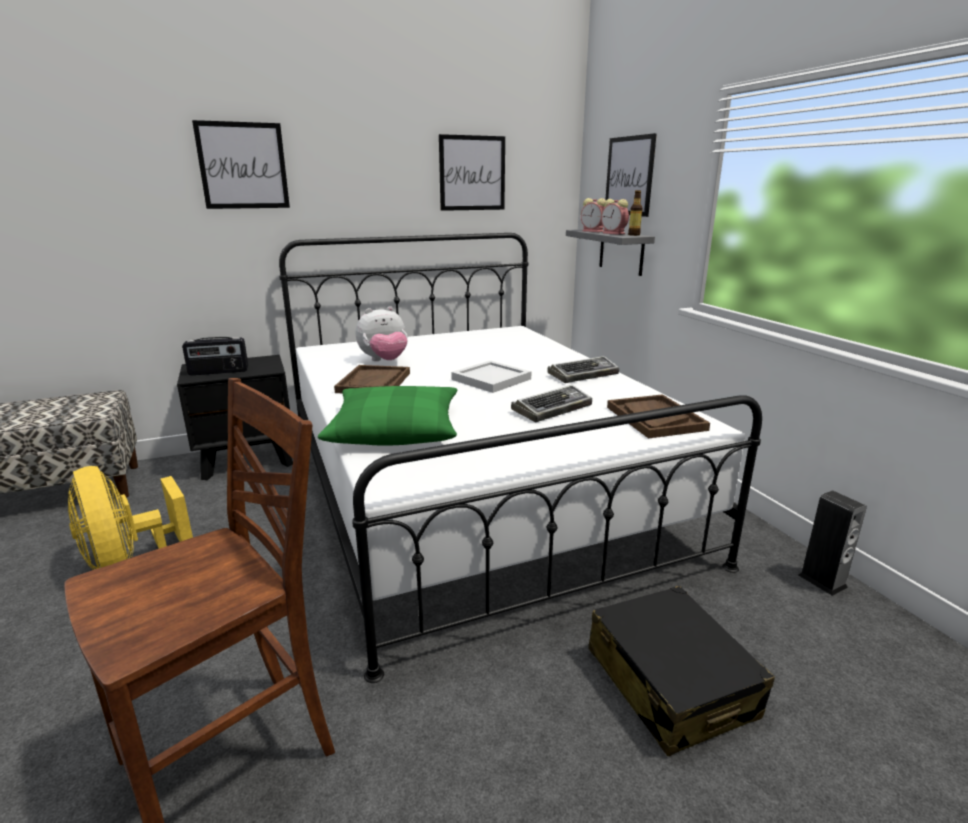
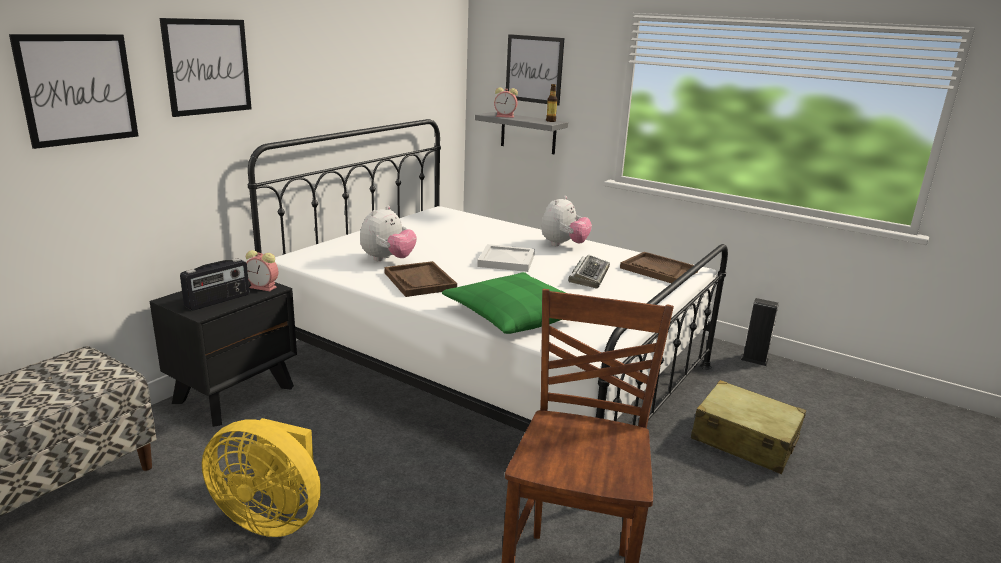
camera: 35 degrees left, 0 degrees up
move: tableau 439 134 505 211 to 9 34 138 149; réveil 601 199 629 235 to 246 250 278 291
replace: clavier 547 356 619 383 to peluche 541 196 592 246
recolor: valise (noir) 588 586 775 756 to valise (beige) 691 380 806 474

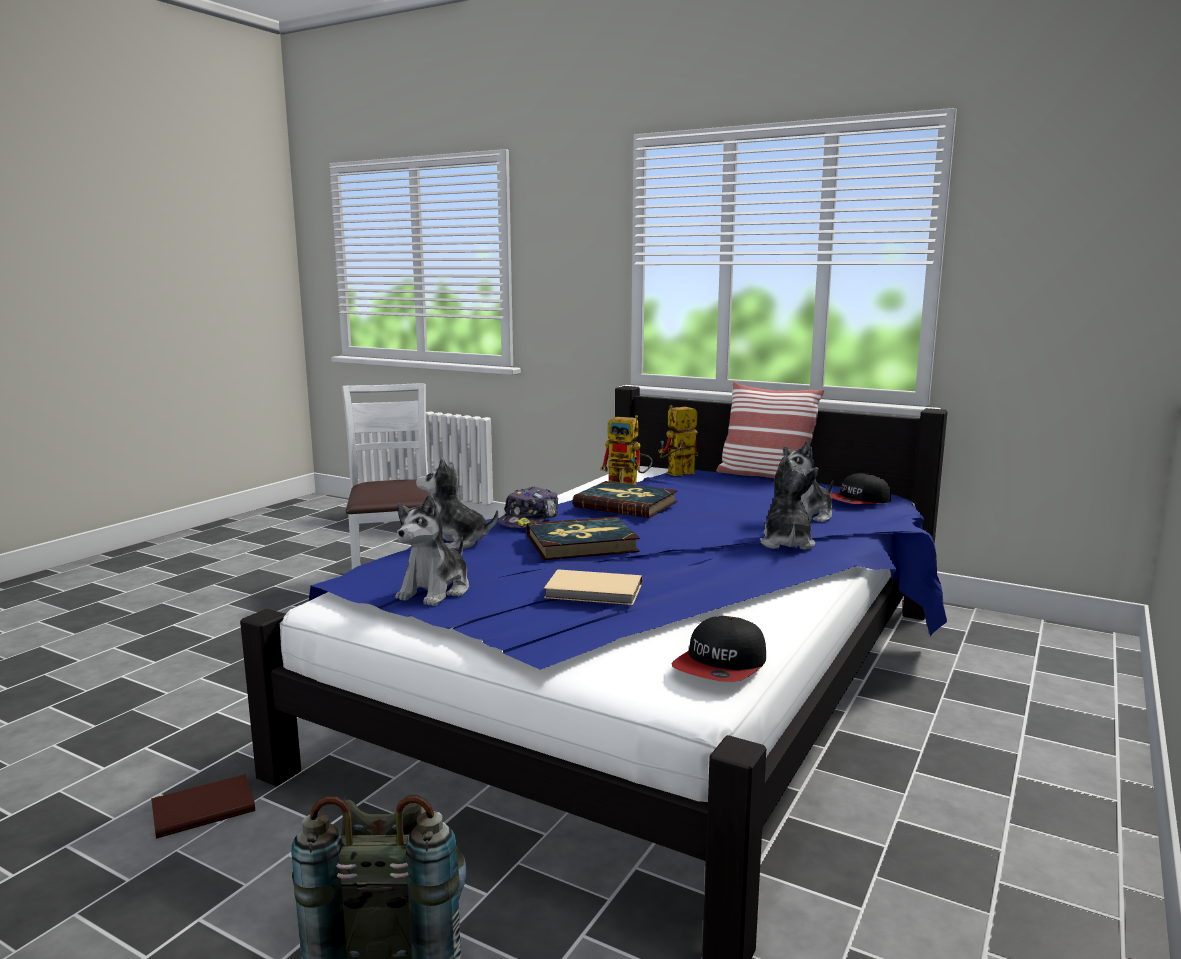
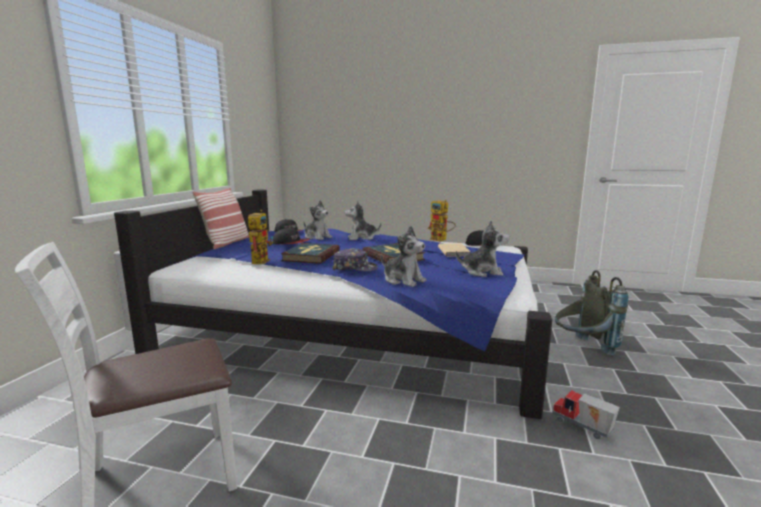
camera: 105 degrees left, 0 degrees up
insert: casquette 272 228 310 244
move: robot jouet 658 405 698 476 to 428 199 456 241
replace: livre (marron) 151 774 255 839 to camion jouet 552 390 620 439
rotate: peluche 416 457 498 550 = 381 226 427 287 45 degrees counterclockwise

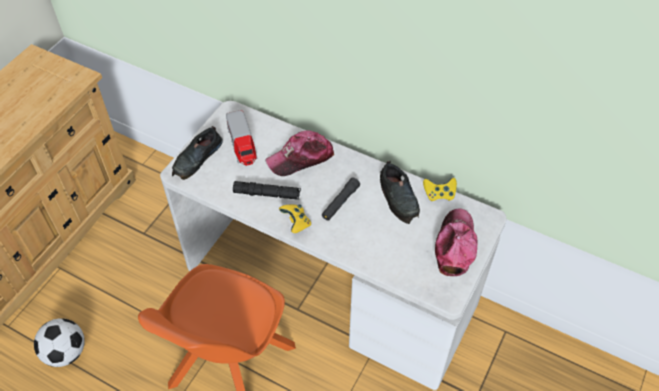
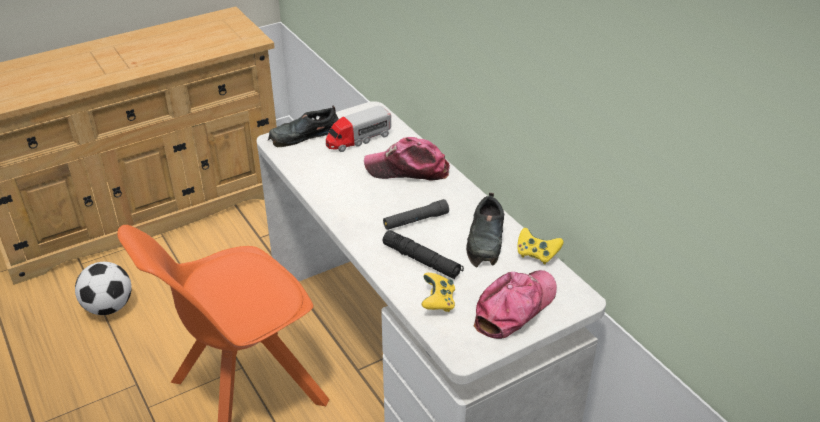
camera: 30 degrees right, 15 degrees down
move: lampe de poche (noir) 233 181 301 200 to 383 230 464 279; manette (jaune) 279 204 311 233 to 421 273 455 312
rotate: camion jouet 226 110 257 166 = 326 106 391 152 45 degrees clockwise

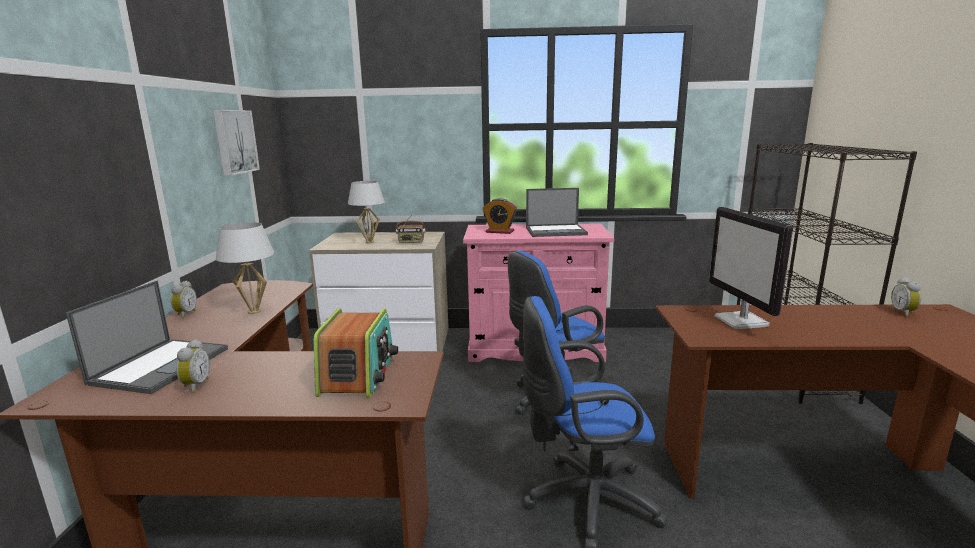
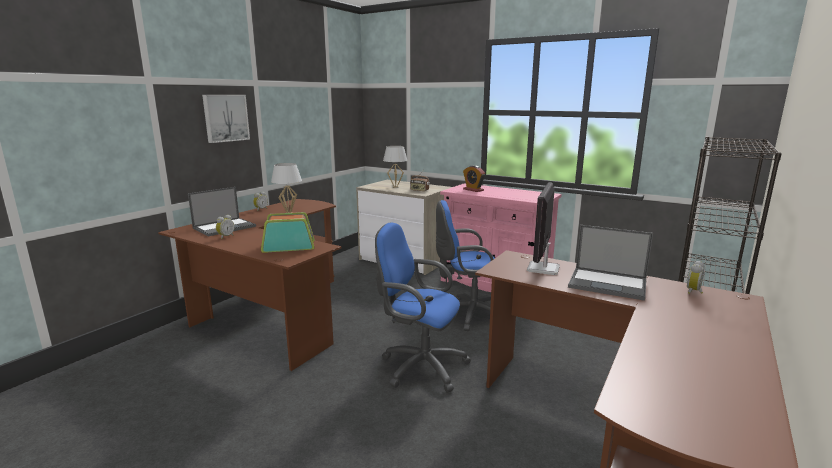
camera: 30 degrees right, 0 degrees up
move: tableau 213 110 260 176 to 202 95 250 143; ordinateur portable 526 188 588 237 to 568 225 653 301
rotate: radio 314 309 398 398 = 261 212 315 253 135 degrees counterclockwise

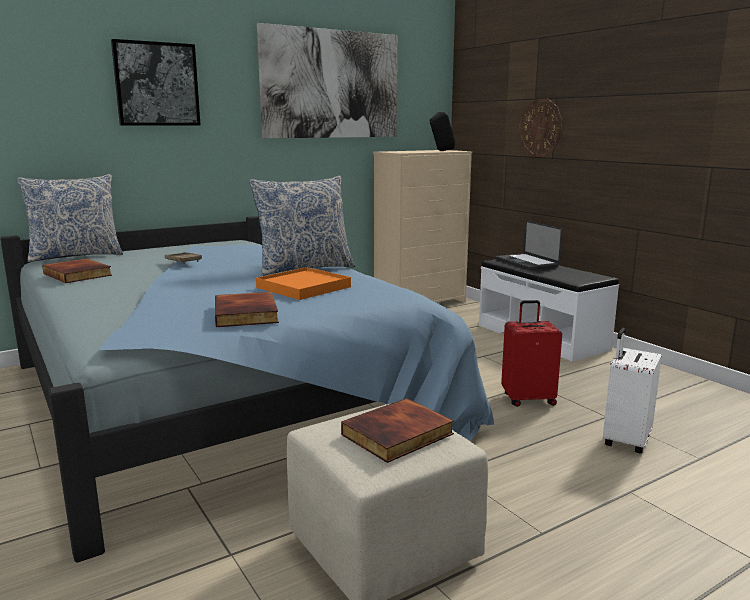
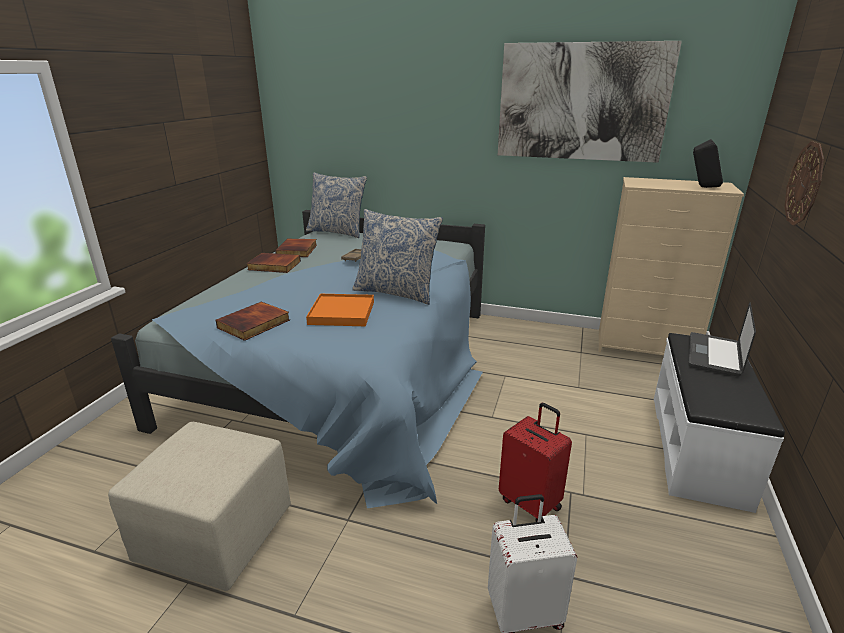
camera: 50 degrees right, 10 degrees up
delete: tableau 111 39 201 126
move: livre 341 398 454 463 to 246 253 301 273

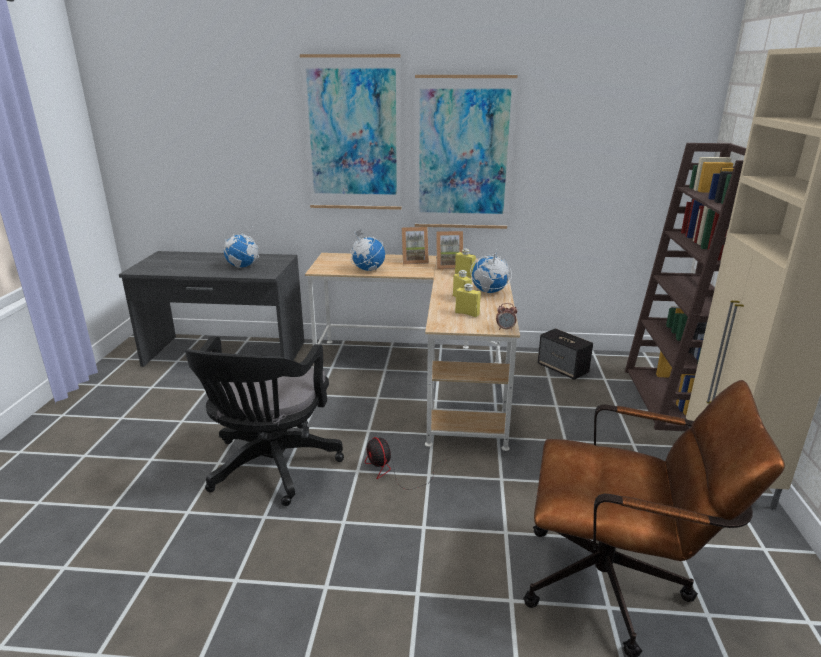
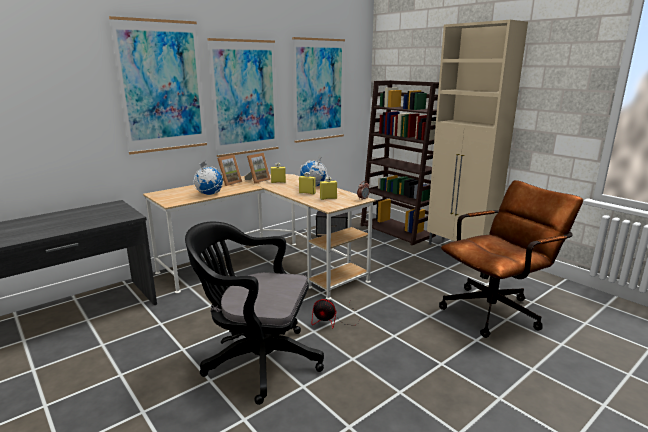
camera: 45 degrees left, 5 degrees down
delete: globe 224 224 259 268
insert: tableau 292 37 345 143
rotate: chaise de bureau (noir) 185 336 344 506 = 185 222 324 405 135 degrees clockwise

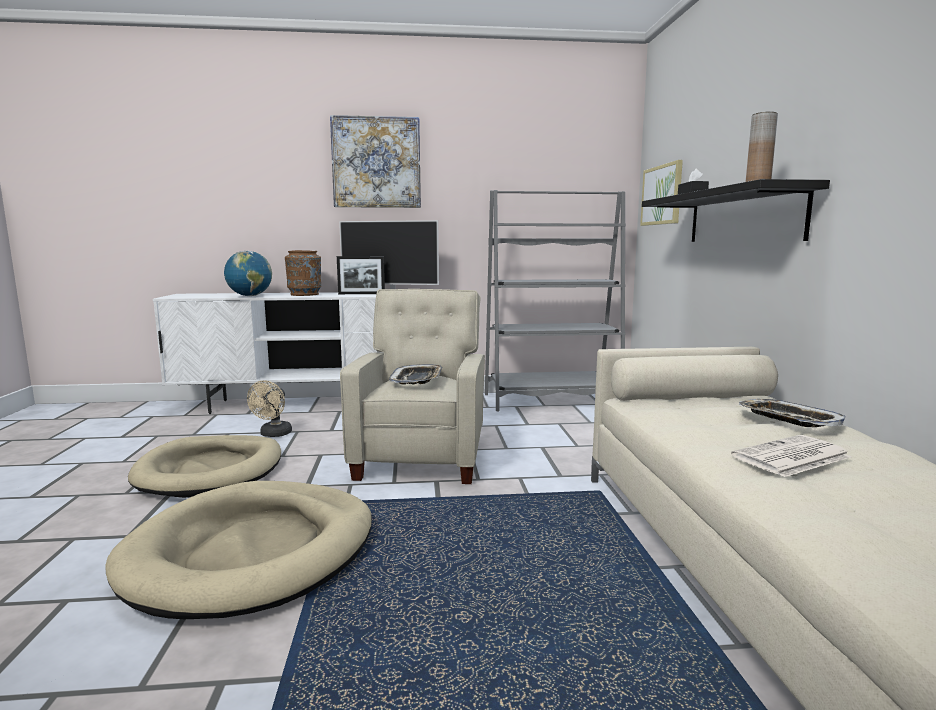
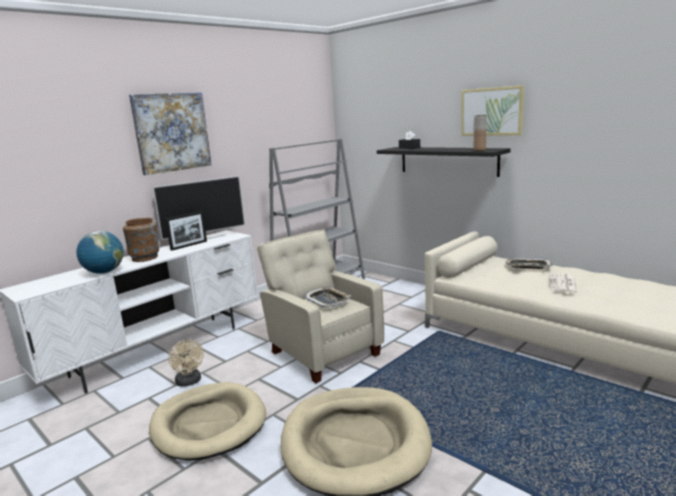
camera: 40 degrees left, 5 degrees up
move: tableau 640 160 683 226 to 461 85 524 136

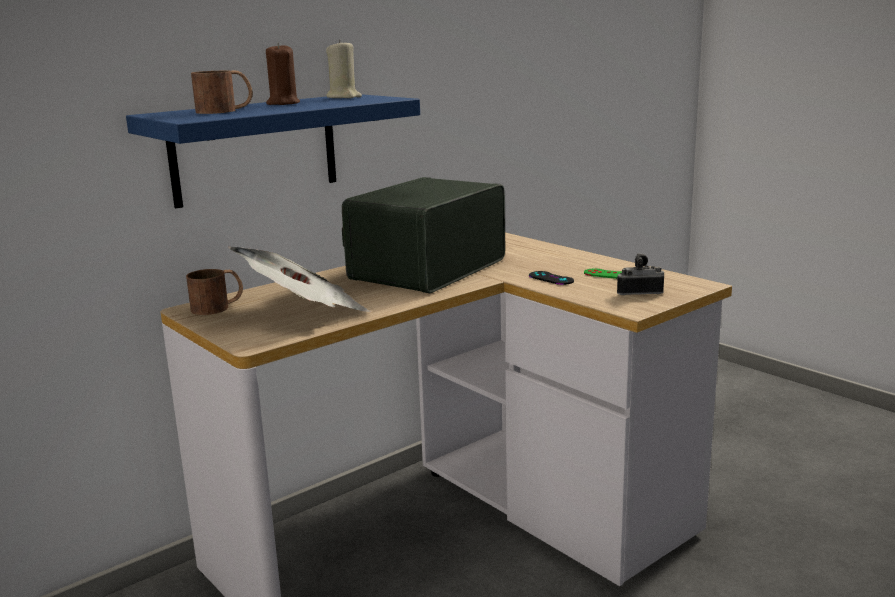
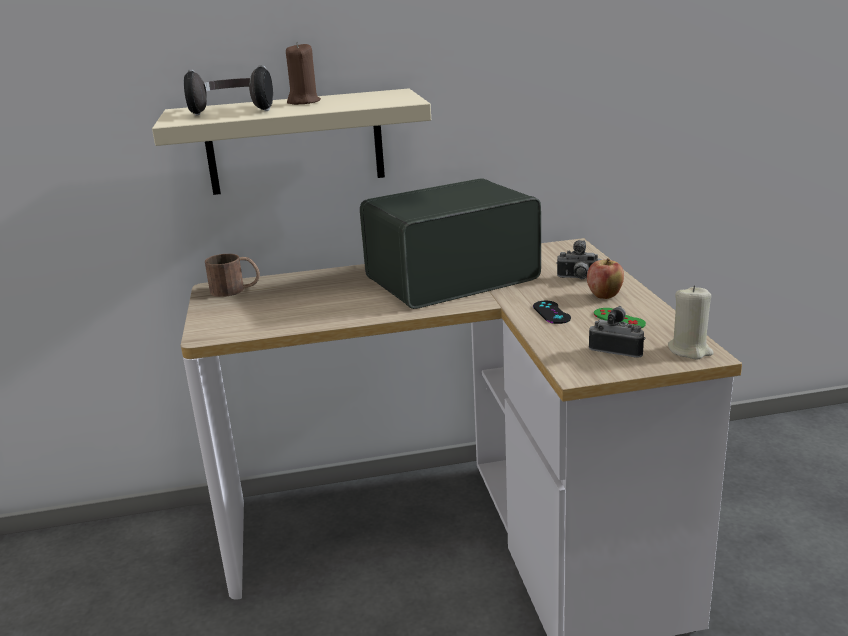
camera: 30 degrees right, 5 degrees up
delete: journal 228 247 371 312
insert: appareil photo 556 240 601 279; pomme 587 258 624 299
move: bougie (beige) 326 40 362 98 to 668 285 714 359
replace: mug (marron) 191 71 253 114 to casque audio 184 65 273 116
recolor: étagère (bleu) 126 94 420 208 to étagère (beige) 152 88 431 195

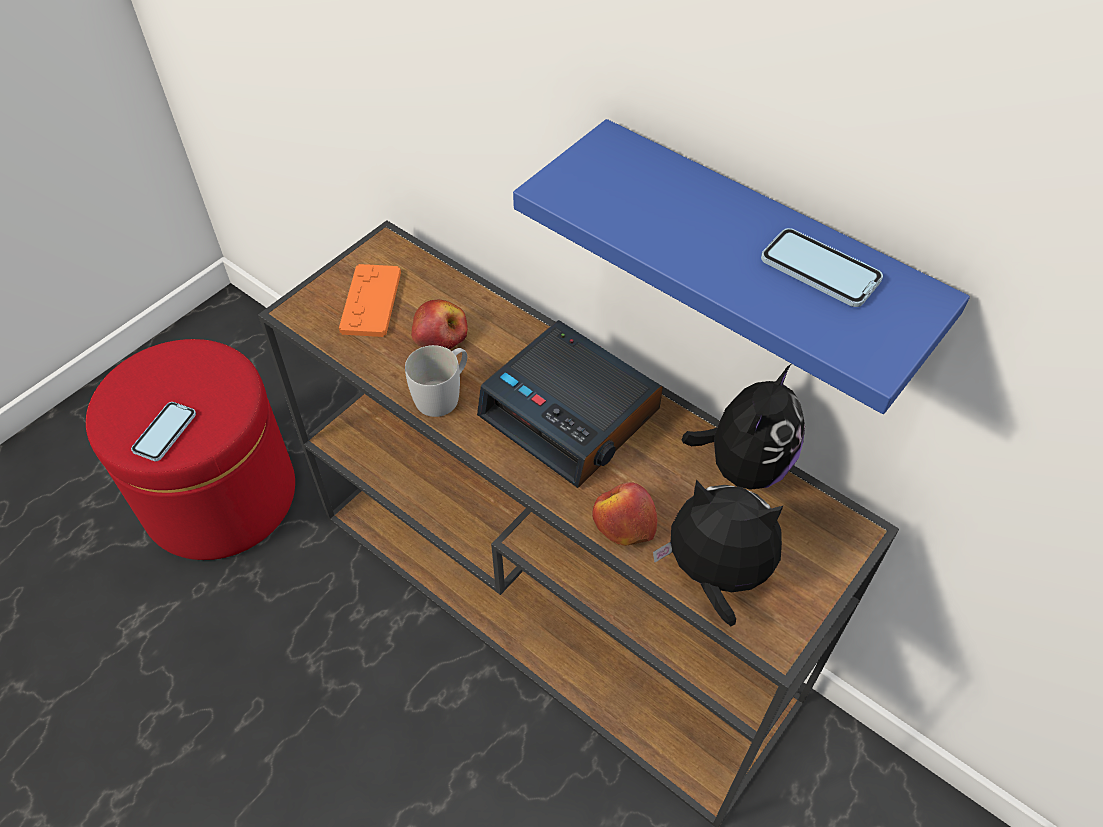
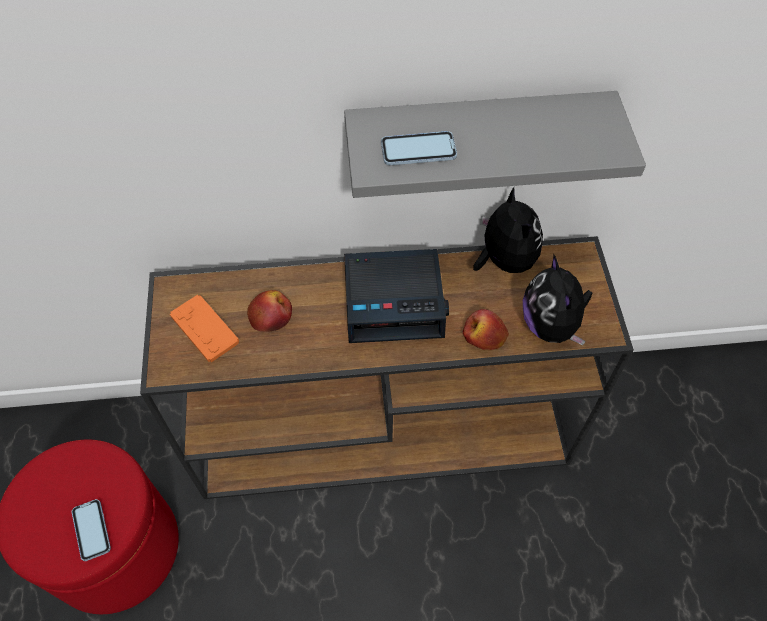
camera: 45 degrees left, 5 degrees up
delete: mug (blanc) 405 345 467 417
move: téléphone 761 228 883 307 to 381 131 457 165
recolor: étagère (bleu) 513 119 970 414 to étagère (gris) 344 91 646 198
rotate: peluche 653 480 783 626 = 523 254 592 345 75 degrees counterclockwise

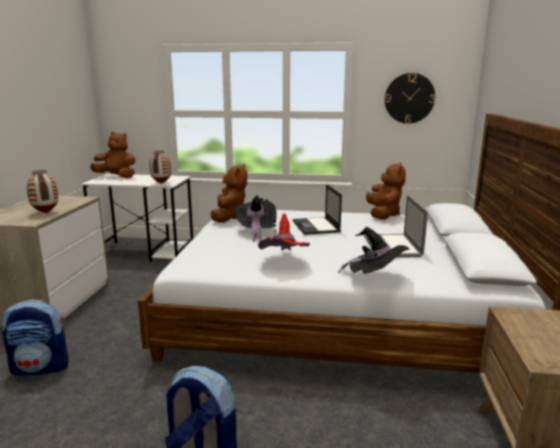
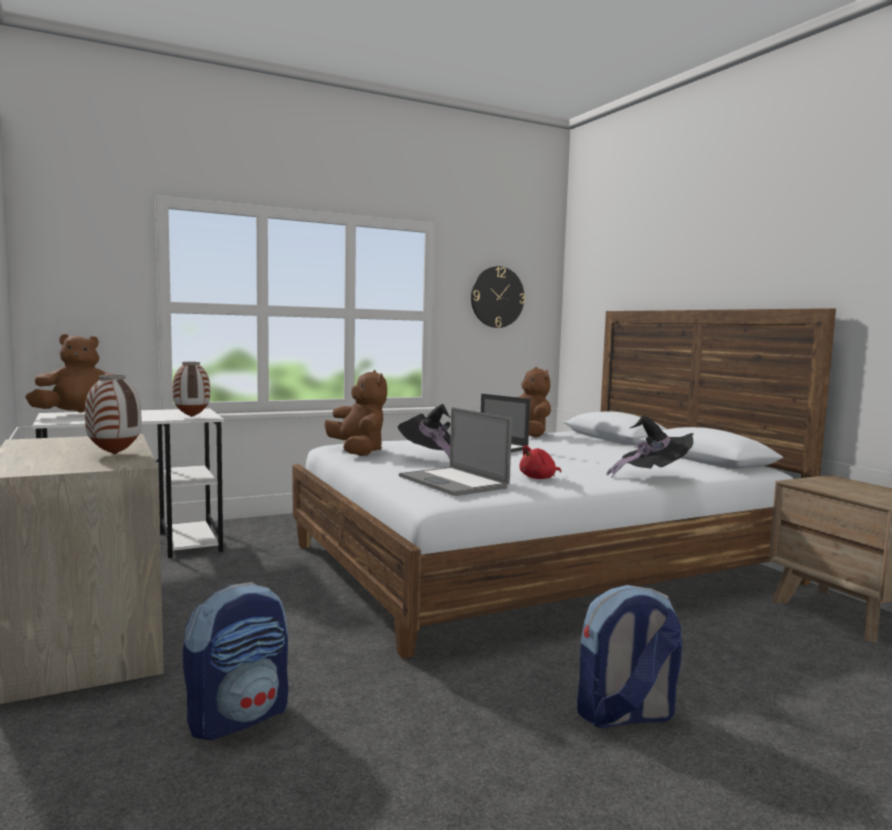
camera: 35 degrees left, 10 degrees down
move: ordinateur portable 364 195 428 257 to 399 407 512 496
replace: chapeau (rouge) 258 213 310 250 to peluche (rouge) 519 445 561 479

